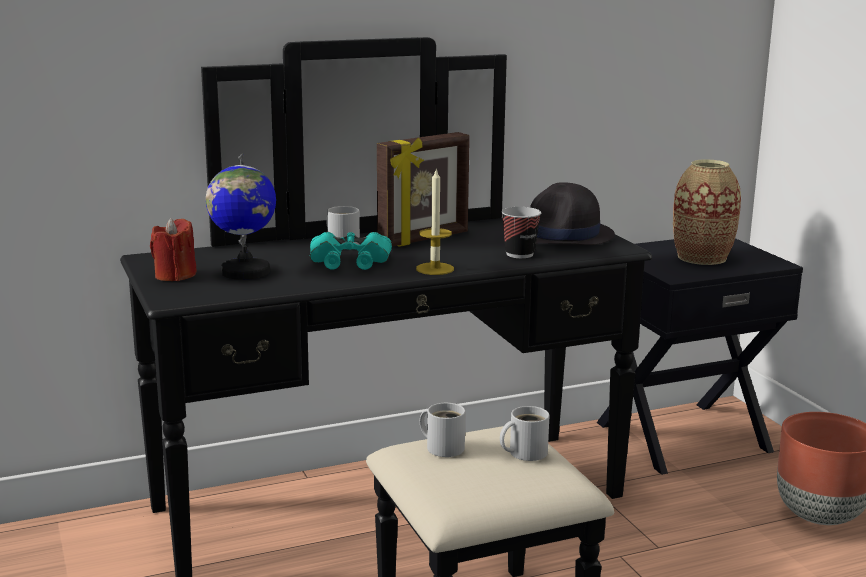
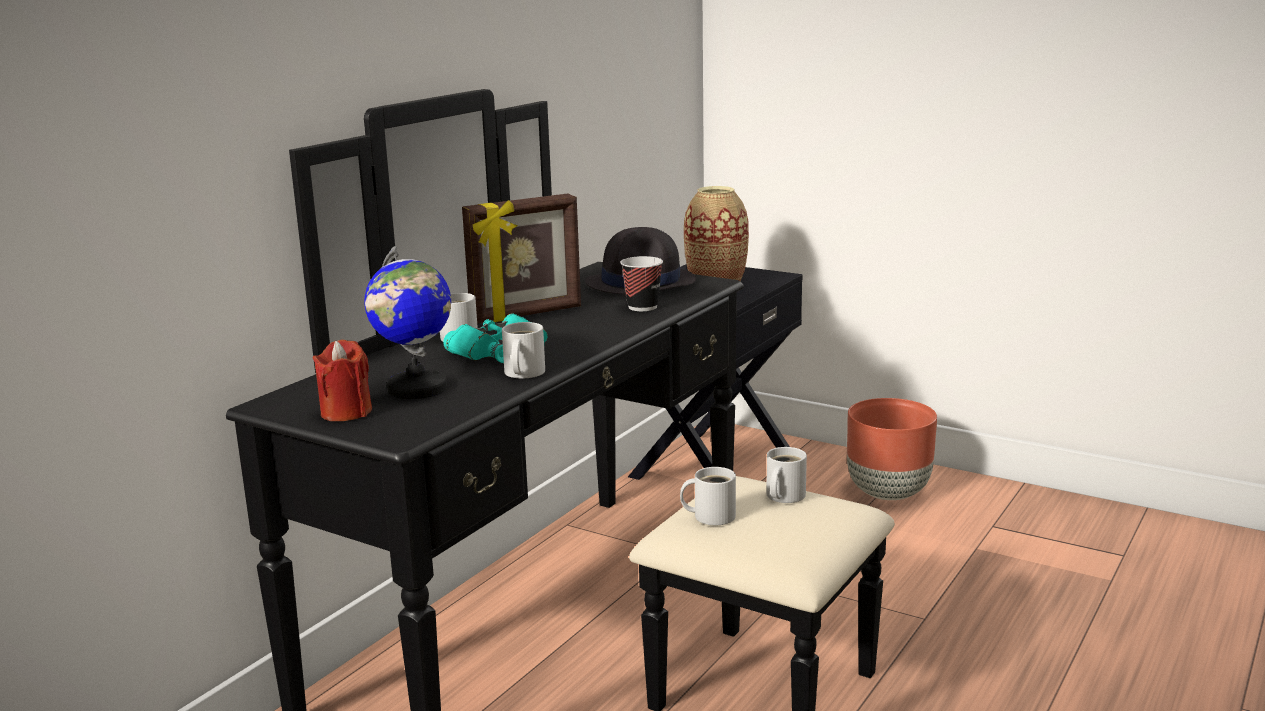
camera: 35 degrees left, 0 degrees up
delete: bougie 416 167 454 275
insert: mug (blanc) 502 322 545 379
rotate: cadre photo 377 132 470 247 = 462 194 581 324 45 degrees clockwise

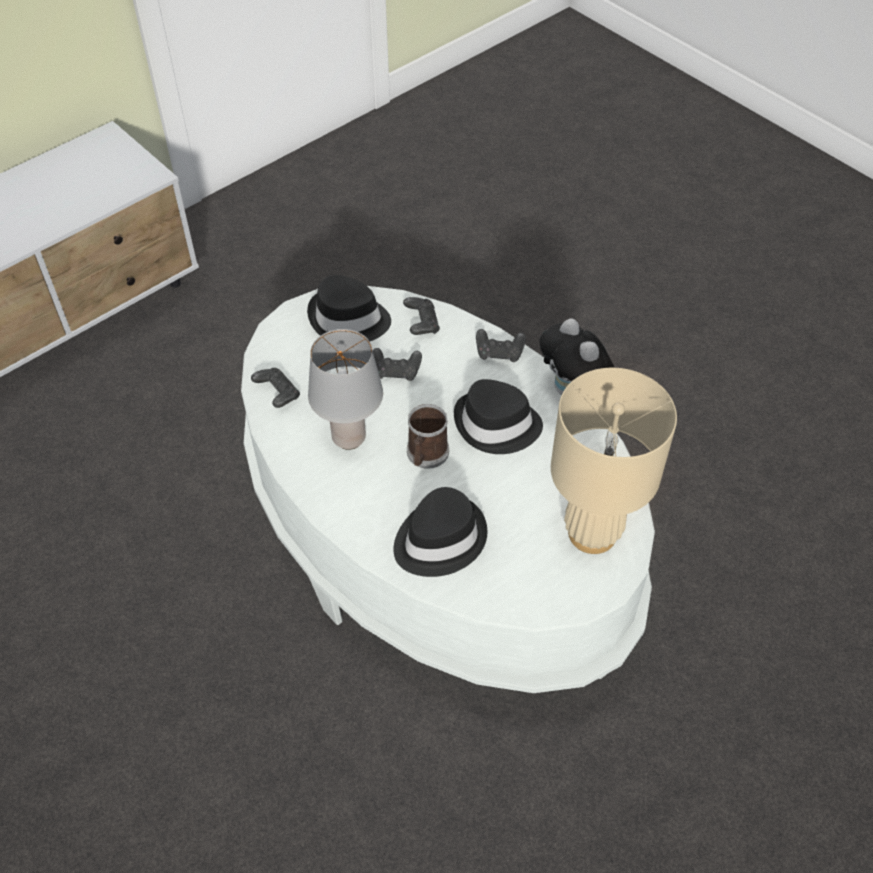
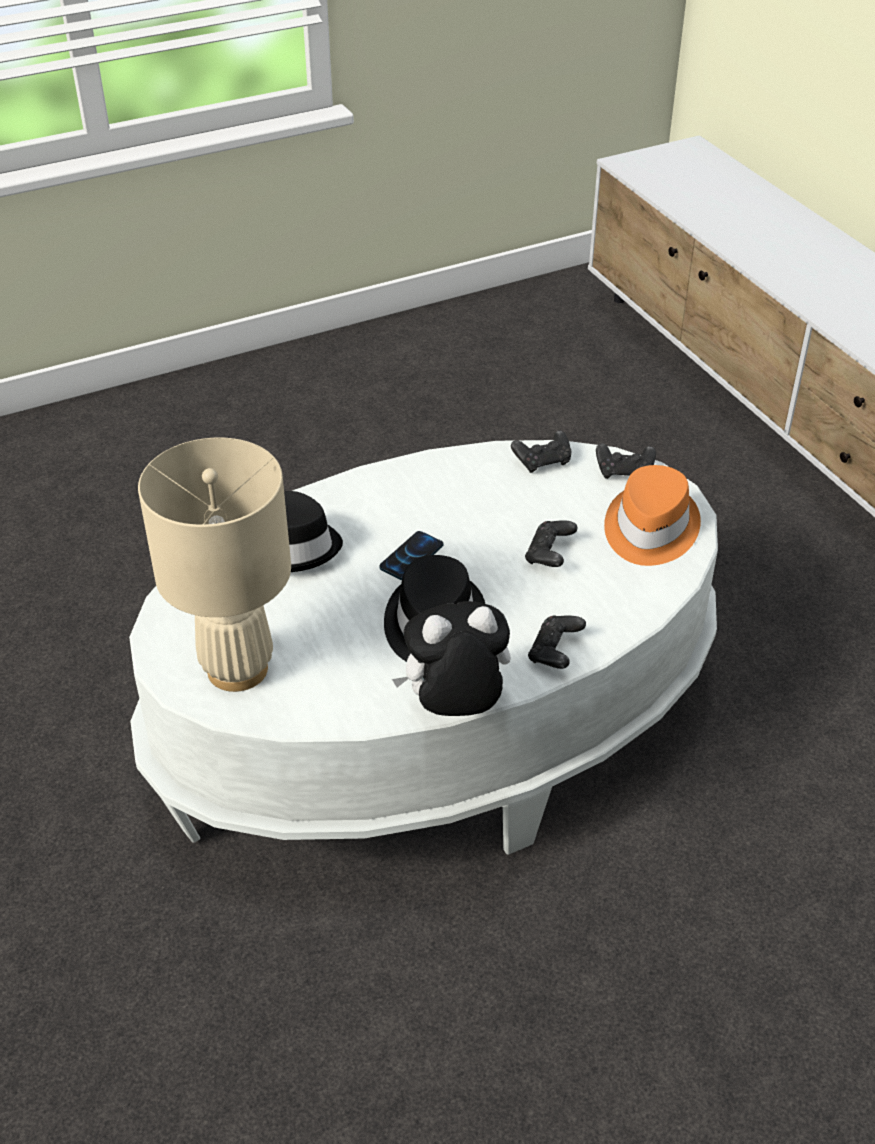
camera: 105 degrees right, 10 degrees down
delete: lampe de table (gris) 308 329 383 450
move: manette (noir) 403 297 440 335 to 596 443 656 479
replace: mug 407 404 449 469 to téléphone 380 531 444 580
recolor: chapeau (noir) 307 275 391 341 to chapeau (orange) 604 465 701 566

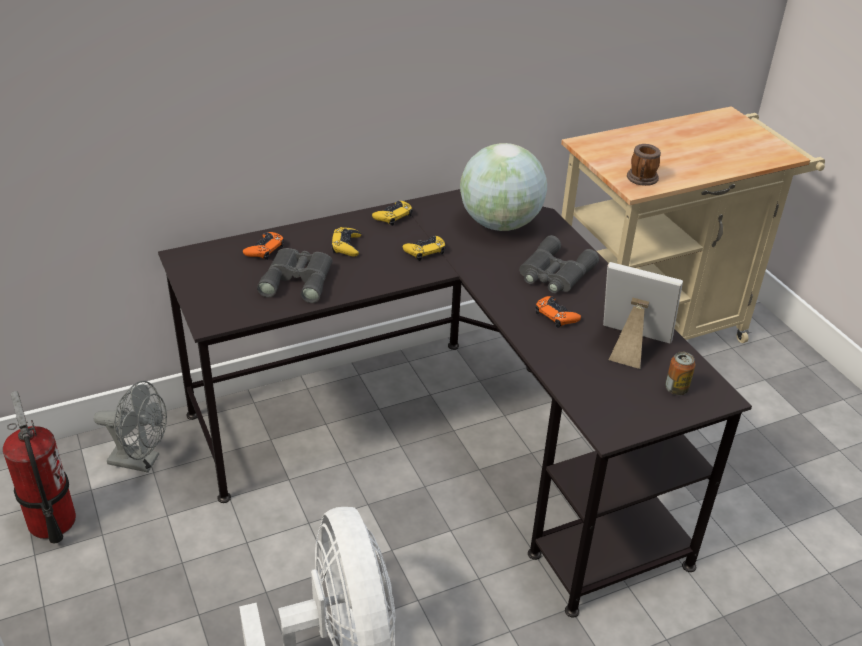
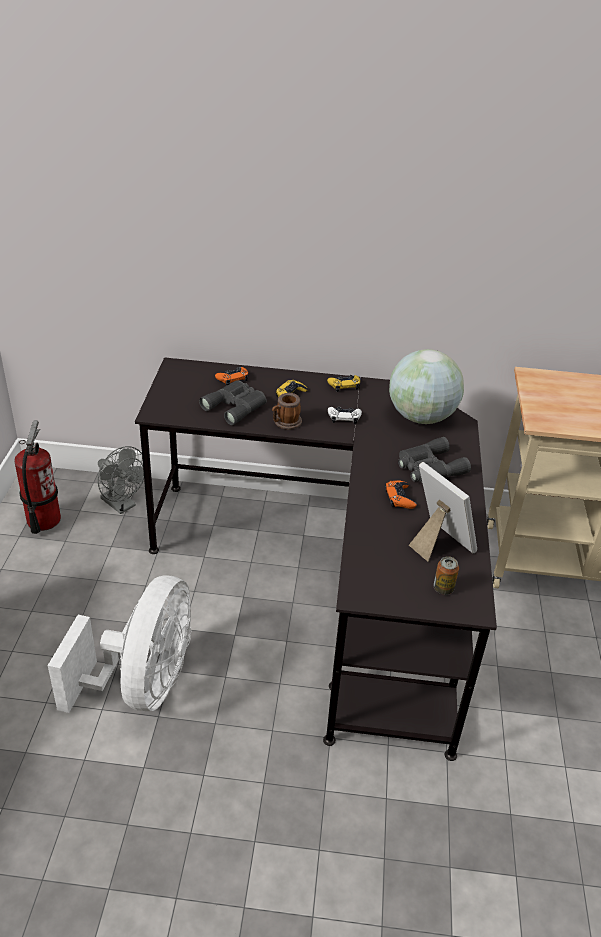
camera: 30 degrees right, 0 degrees up
move: mug 627 144 661 186 to 272 393 302 430
recolor: manette (jaune) 403 236 445 261 to manette (blanc) 328 407 362 424

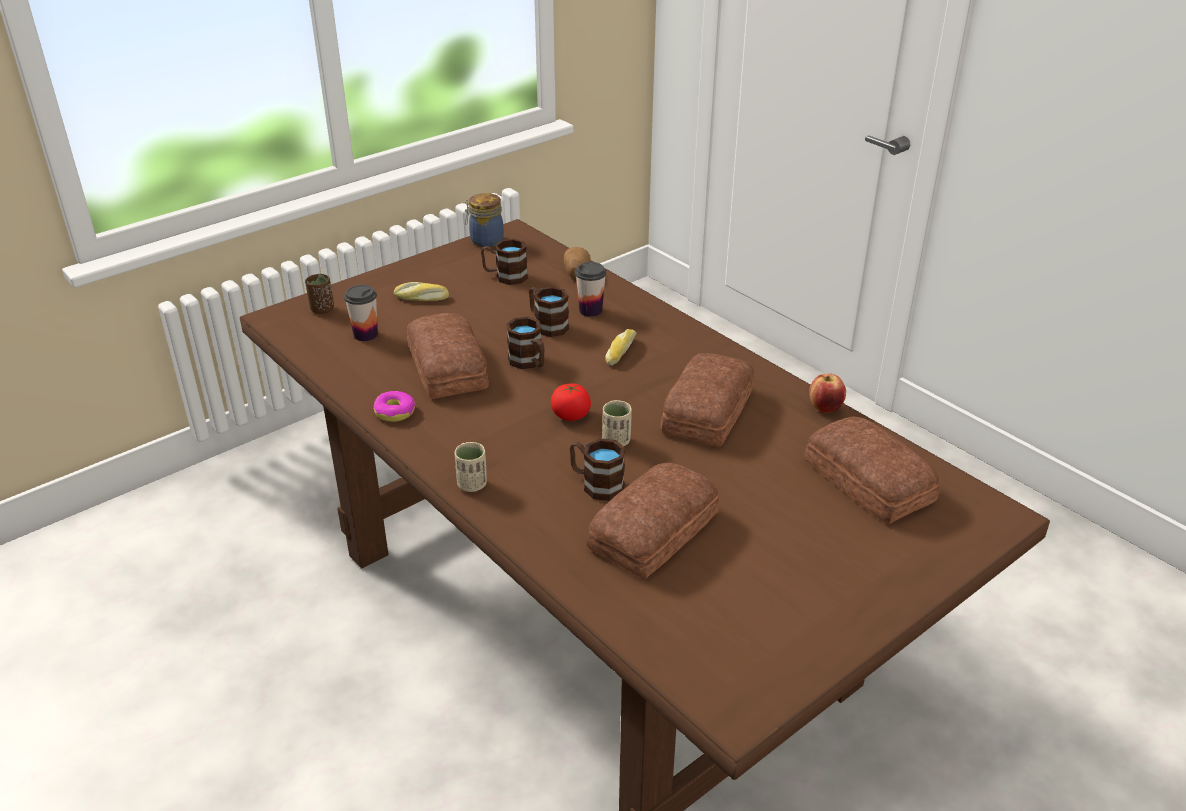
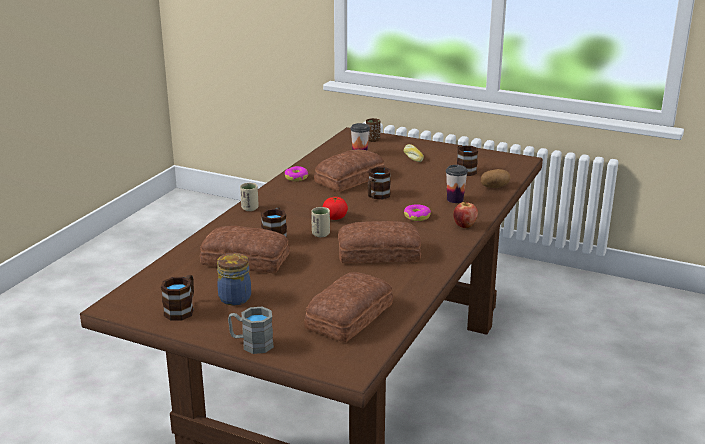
camera: 65 degrees right, 10 degrees down
insert: mug (gris) 228 307 274 354
move: bocal 465 193 504 247 to 217 253 251 305; mug (marron) 529 286 569 337 to 161 275 194 320; pomme 809 373 846 413 to 453 202 478 228
replace: pain 605 329 636 366 to beignet 404 205 431 221

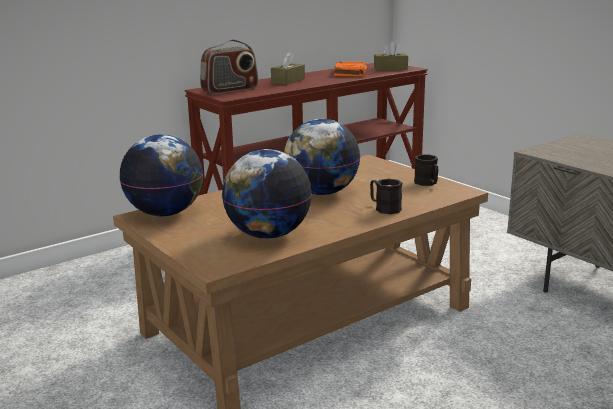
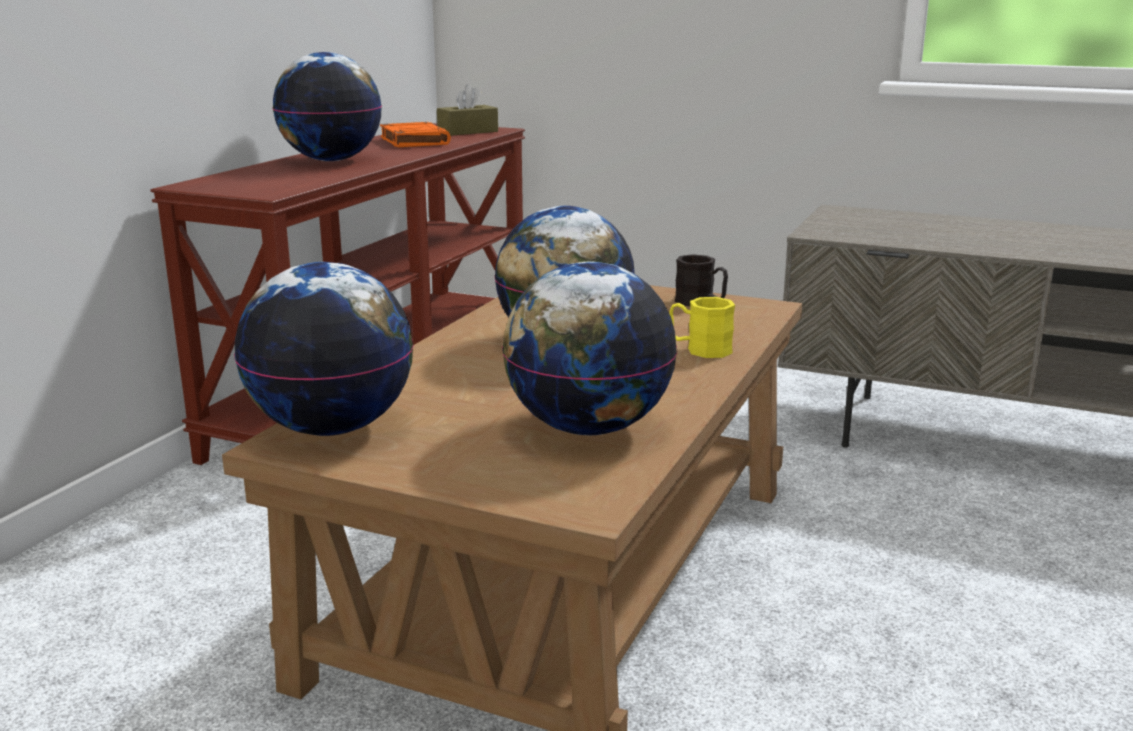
camera: 30 degrees left, 0 degrees up
delete: radio 200 40 258 94
replace: boîte à mouchoirs (marron) 271 52 305 85 to globe 273 52 382 161
recolor: mug (noir) 370 179 403 214 to mug (jaune) 669 297 735 358

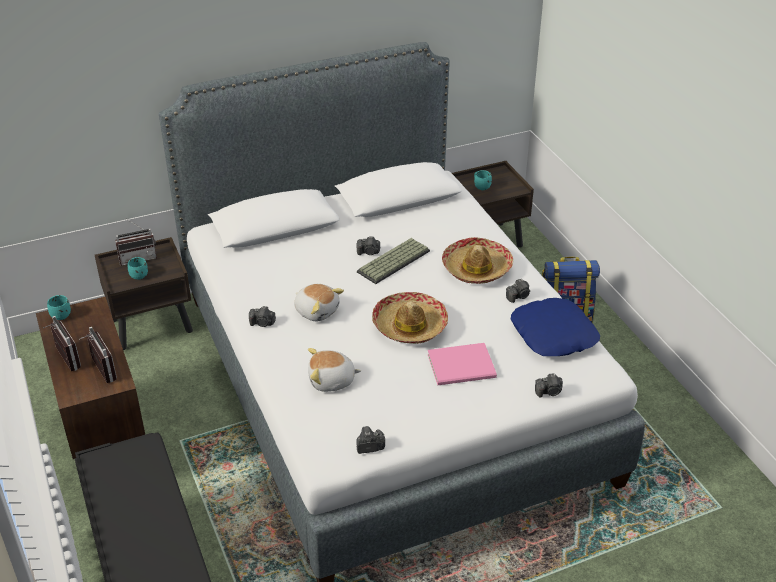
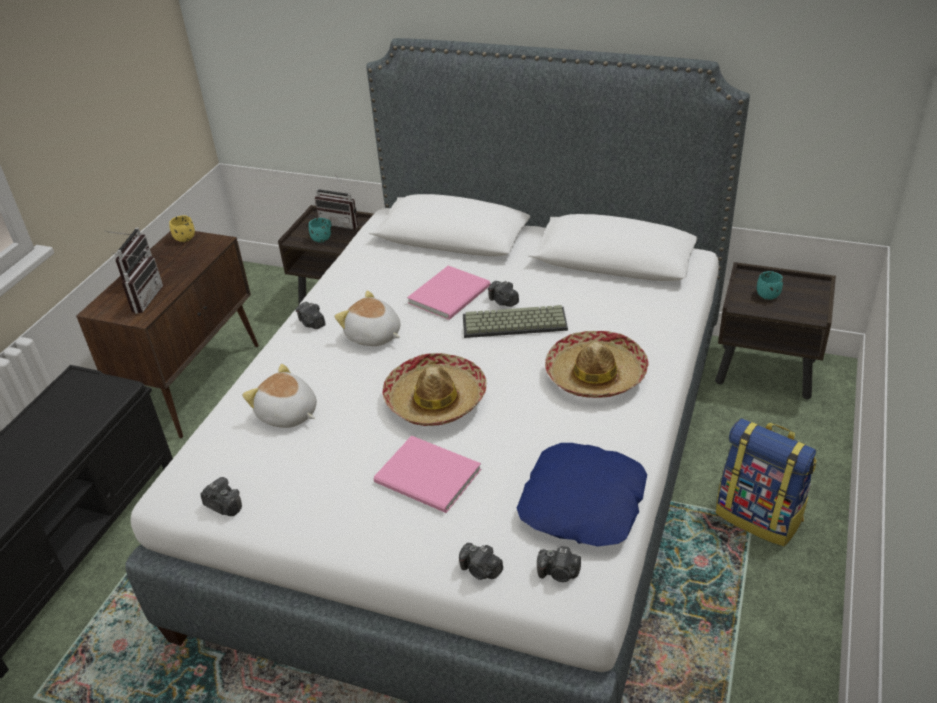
camera: 45 degrees right, 0 degrees up
insert: livre (rose) 407 266 490 320
move: appareil photo 506 279 530 303 to 537 546 581 582
recolor: mug (turquoise) 47 295 71 320 to mug (jaune) 169 216 195 242
rotate: peluche 294 284 344 321 = 334 291 400 346 135 degrees clockwise

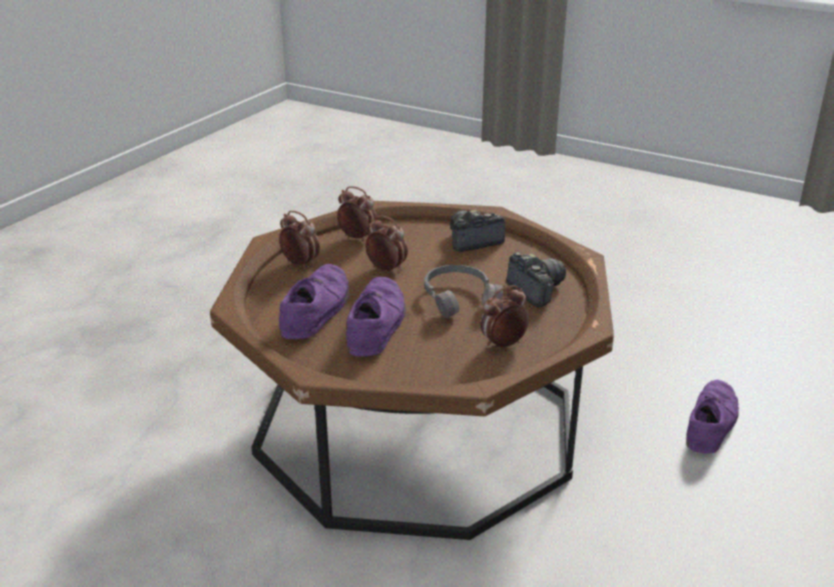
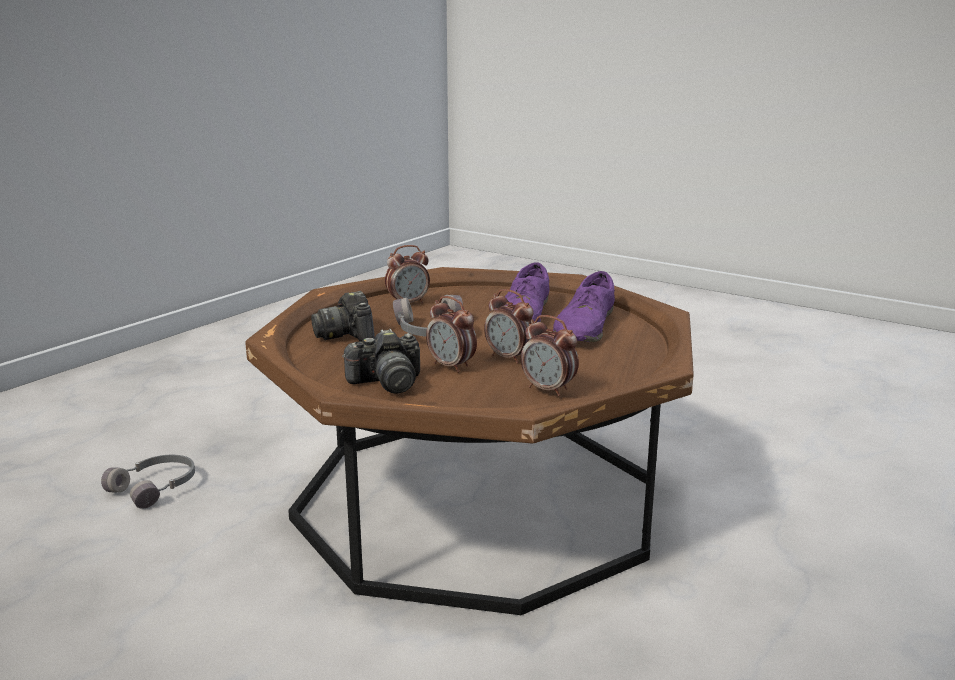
camera: 175 degrees left, 10 degrees down
move: réveil 279 211 320 269 to 426 296 477 373
replace: chaussure (violet) 686 380 739 453 to casque audio (gris) 101 455 195 509

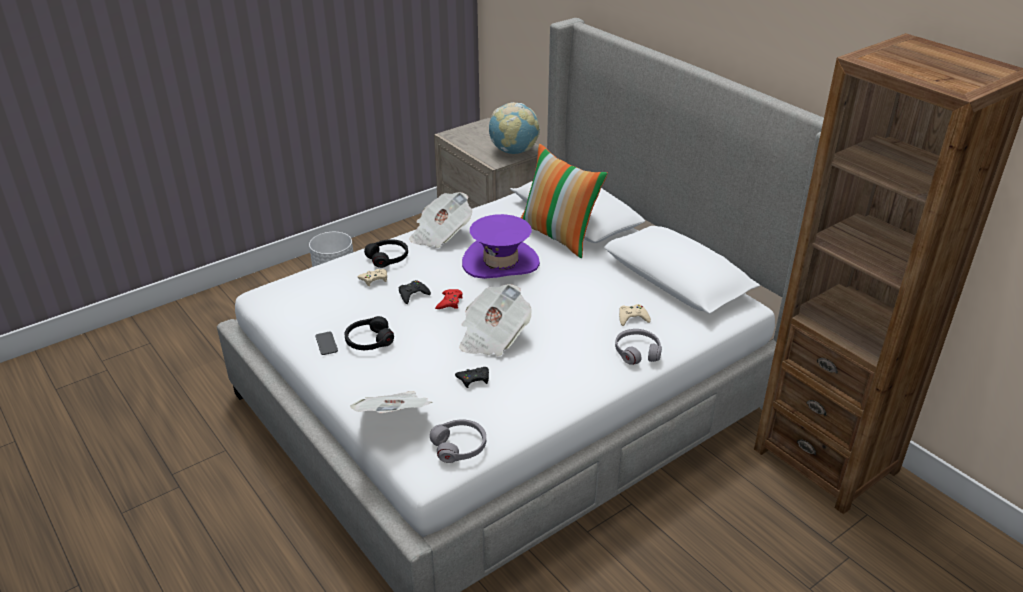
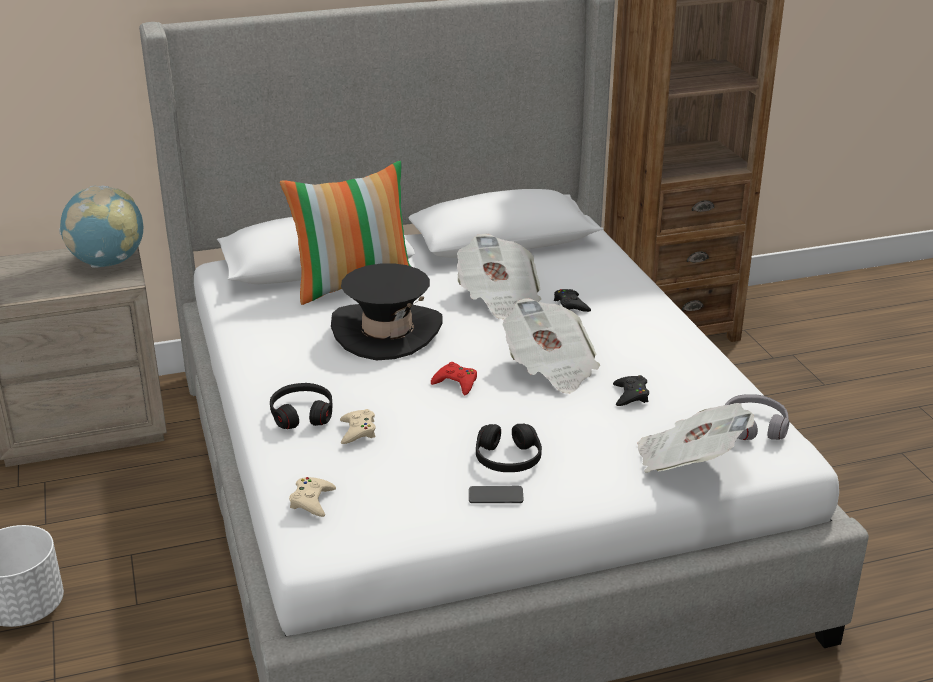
camera: 70 degrees left, 5 degrees down
delete: casque audio (gris) 615 329 662 365
move: manette (noir) 398 280 431 304 to 554 289 591 312; journal 409 192 472 248 to 457 234 541 320; manette (beige) 619 304 651 326 to 289 477 336 517
recolor: chapeau (violet) 462 214 540 279 to chapeau (noir) 331 263 443 360

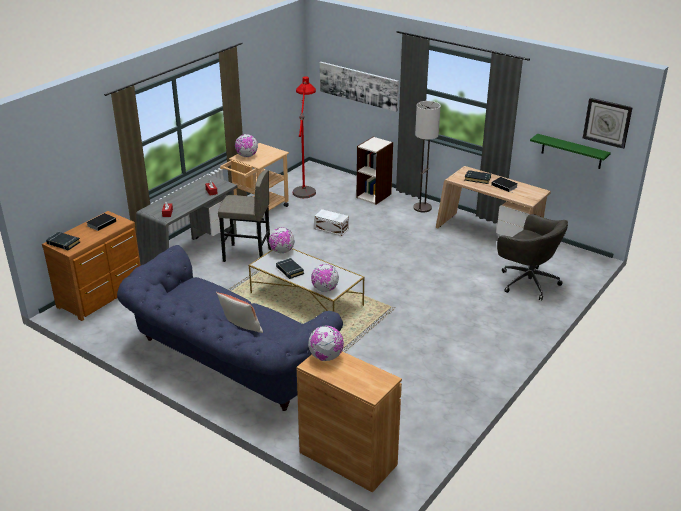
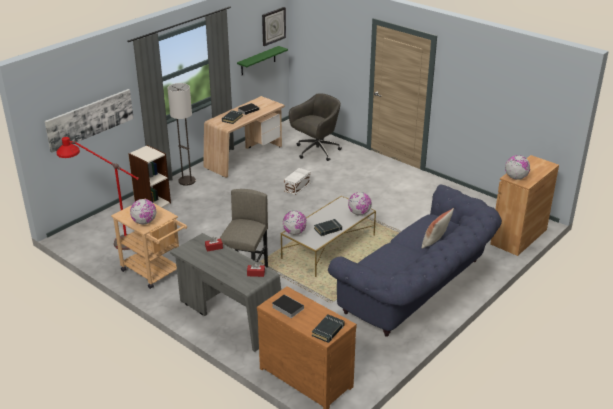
camera: 85 degrees left, 0 degrees up
move: boîte de rangement (blanc) 315 209 349 236 to 284 168 311 195

